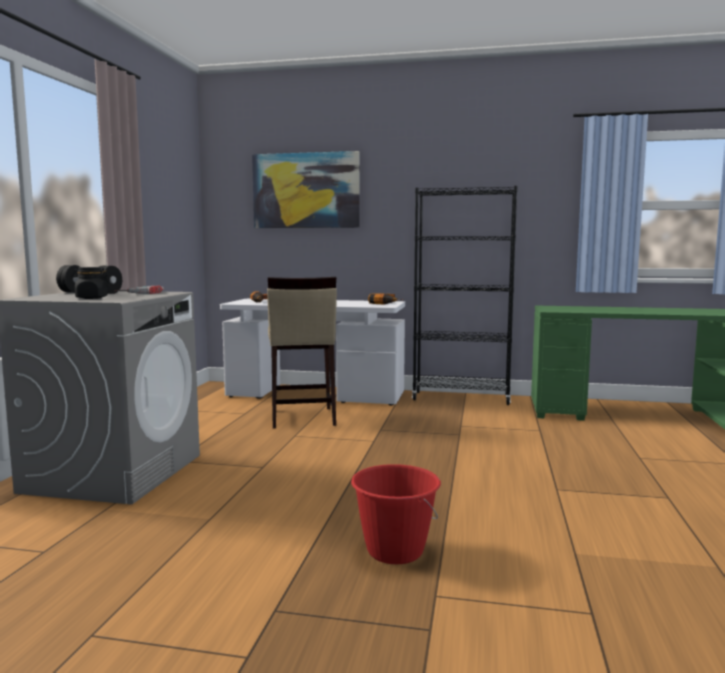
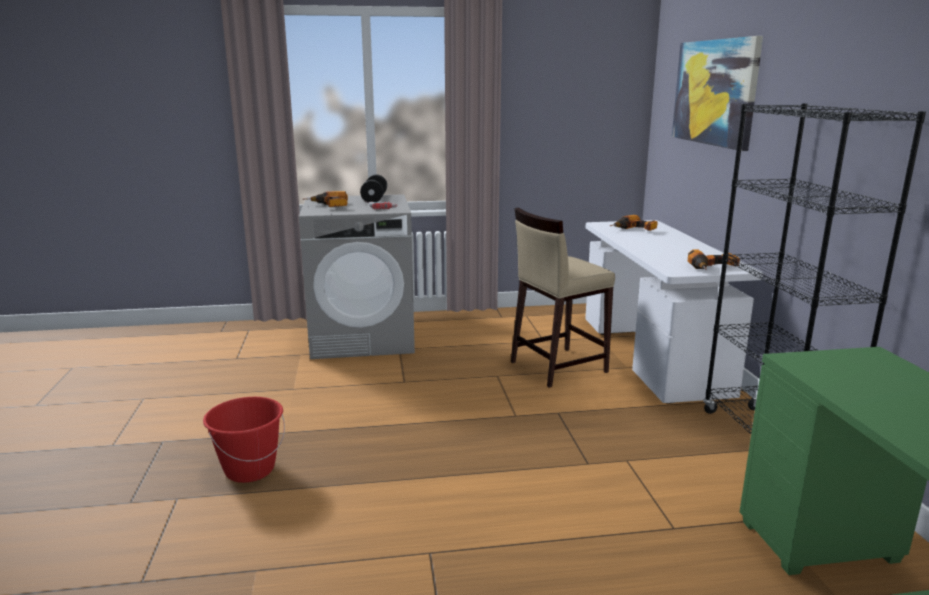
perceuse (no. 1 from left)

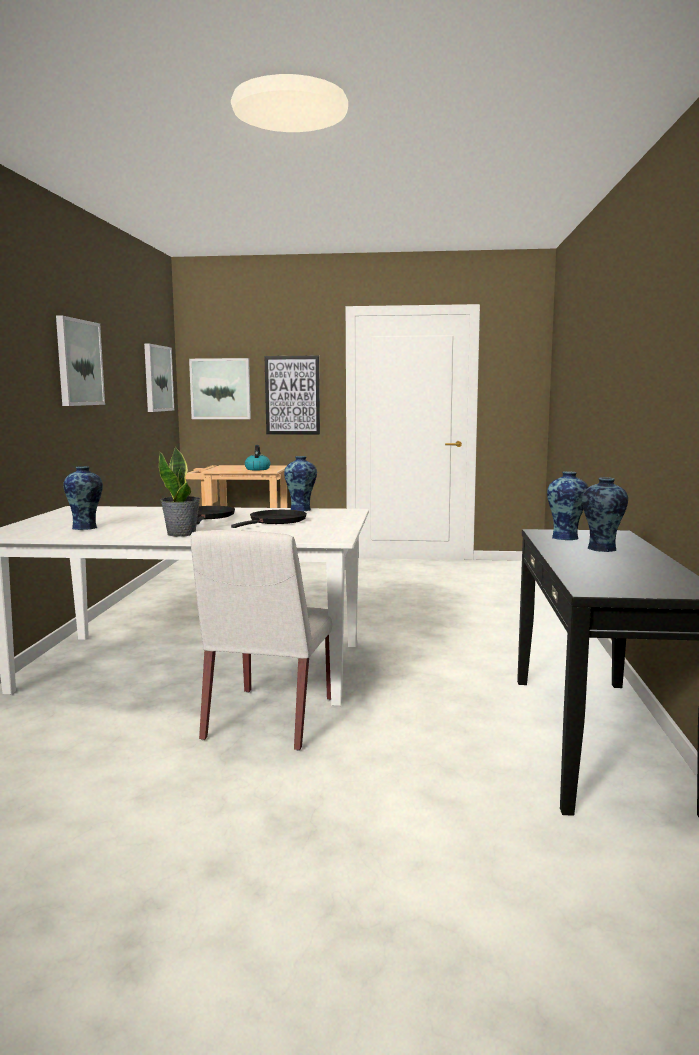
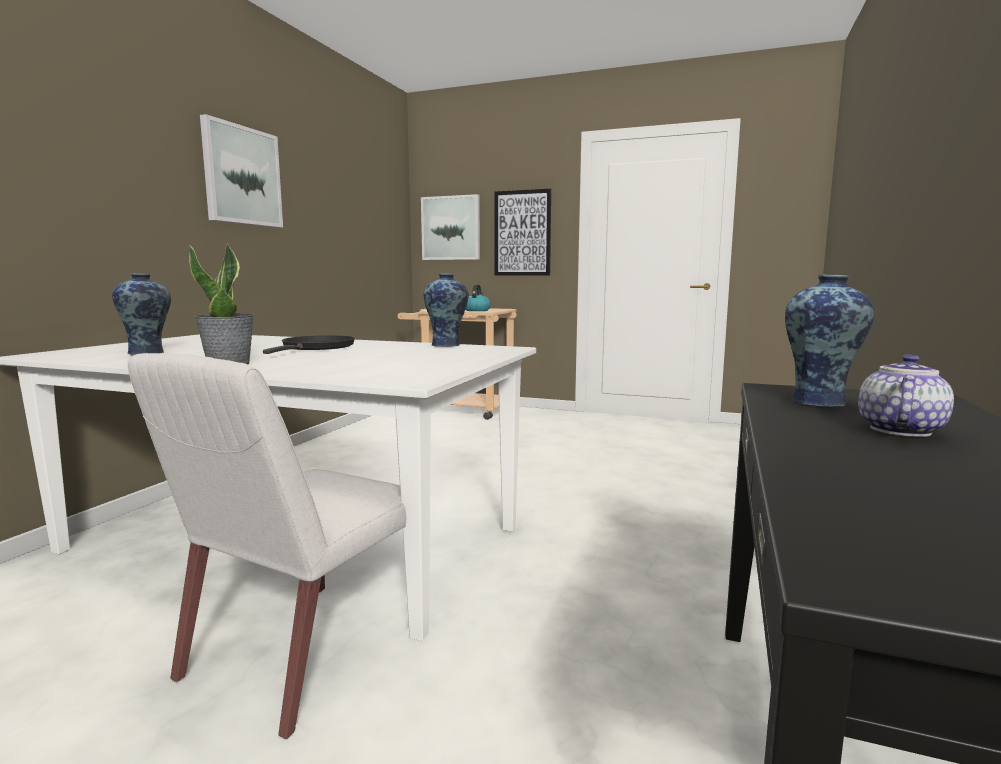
tableau (no. 2 from left in the first image); poêle [noir] (no. 2 from left in the first image); théière

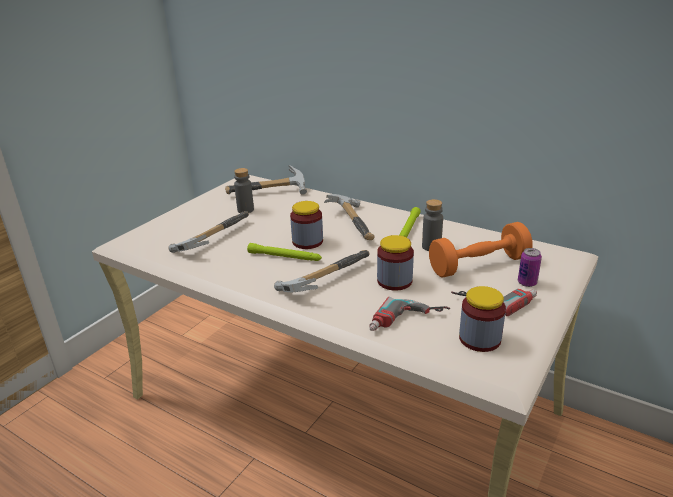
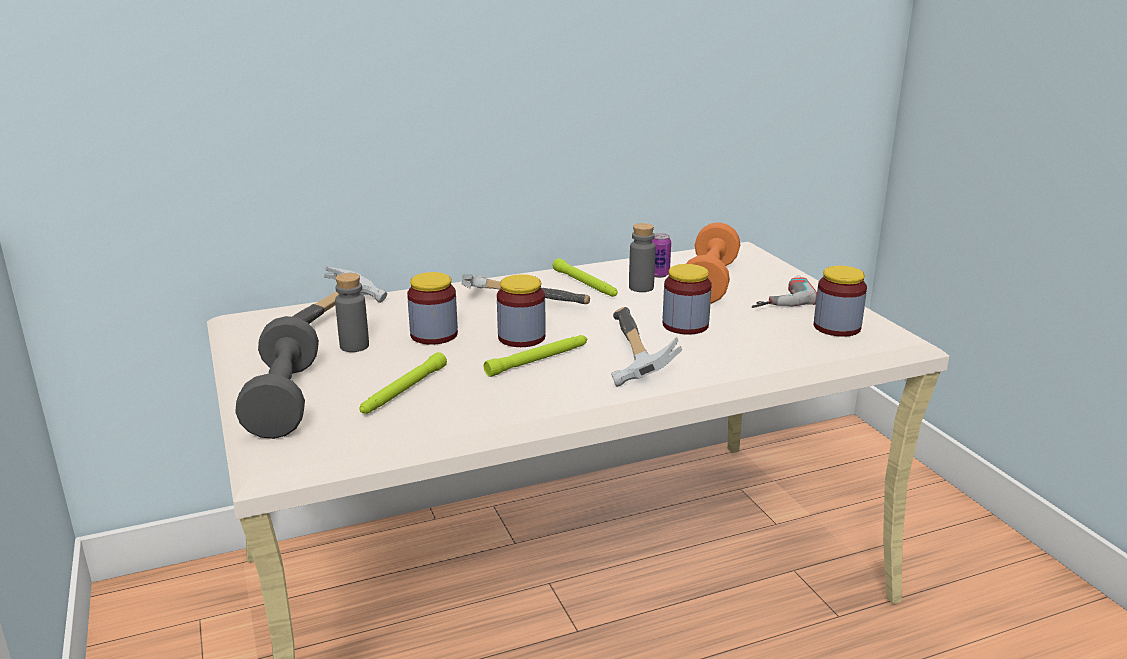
perceuse (no. 1 from left in the first image); haltère [gris]; bocal (no. 1 from left); boîte métallique; lampe de poche [vert] (no. 1 from left)

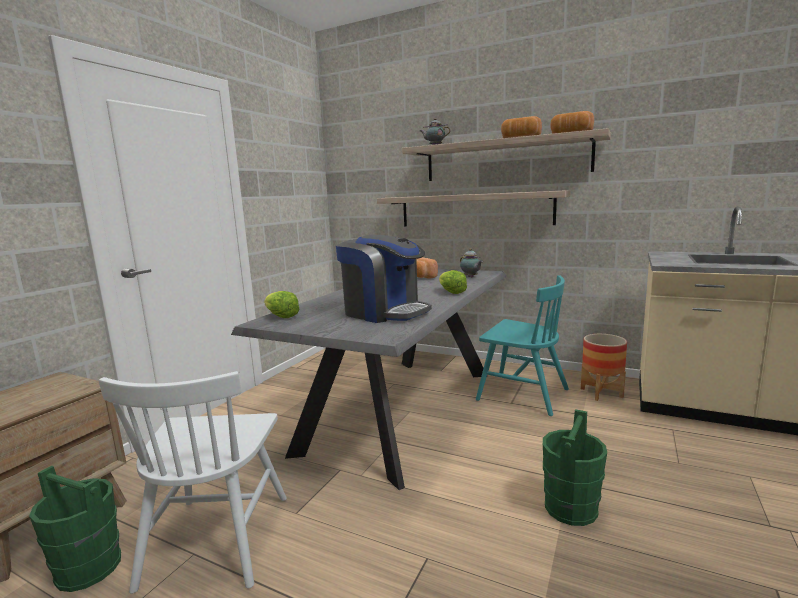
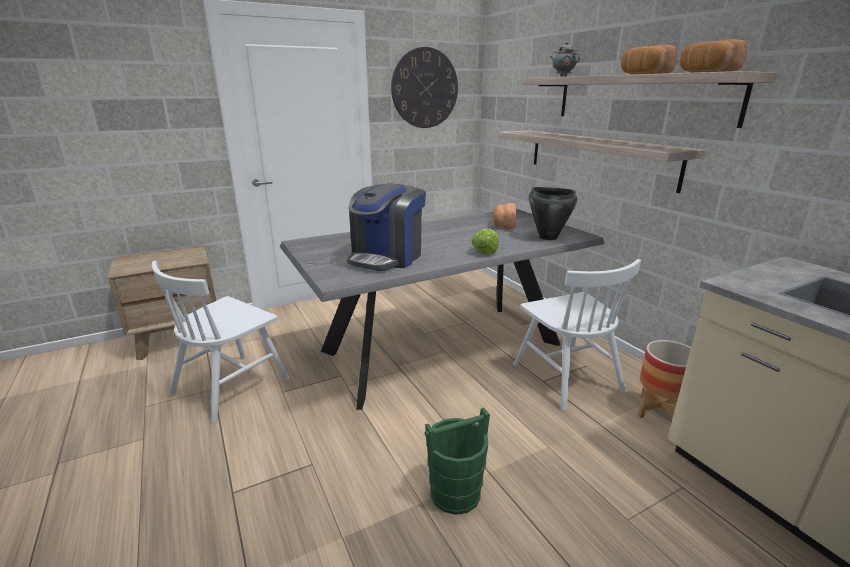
seau [vert] (no. 1 from left in the first image); laitue (no. 1 from left in the first image); horloge murale; marmite [noir]; chaise [blanc] (no. 2 from left); machine à café

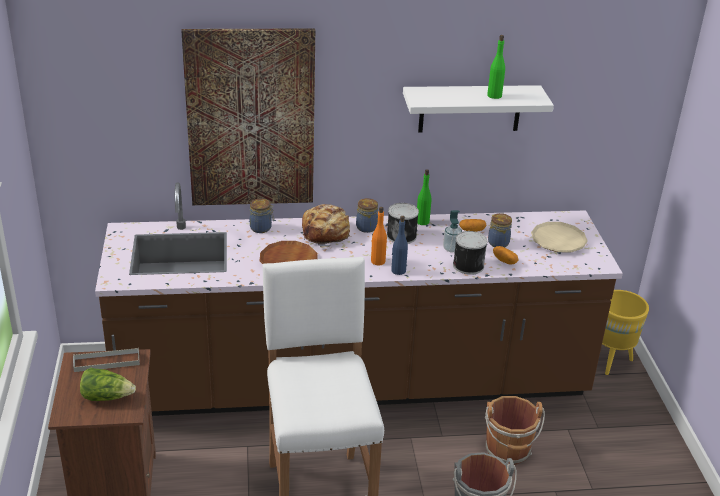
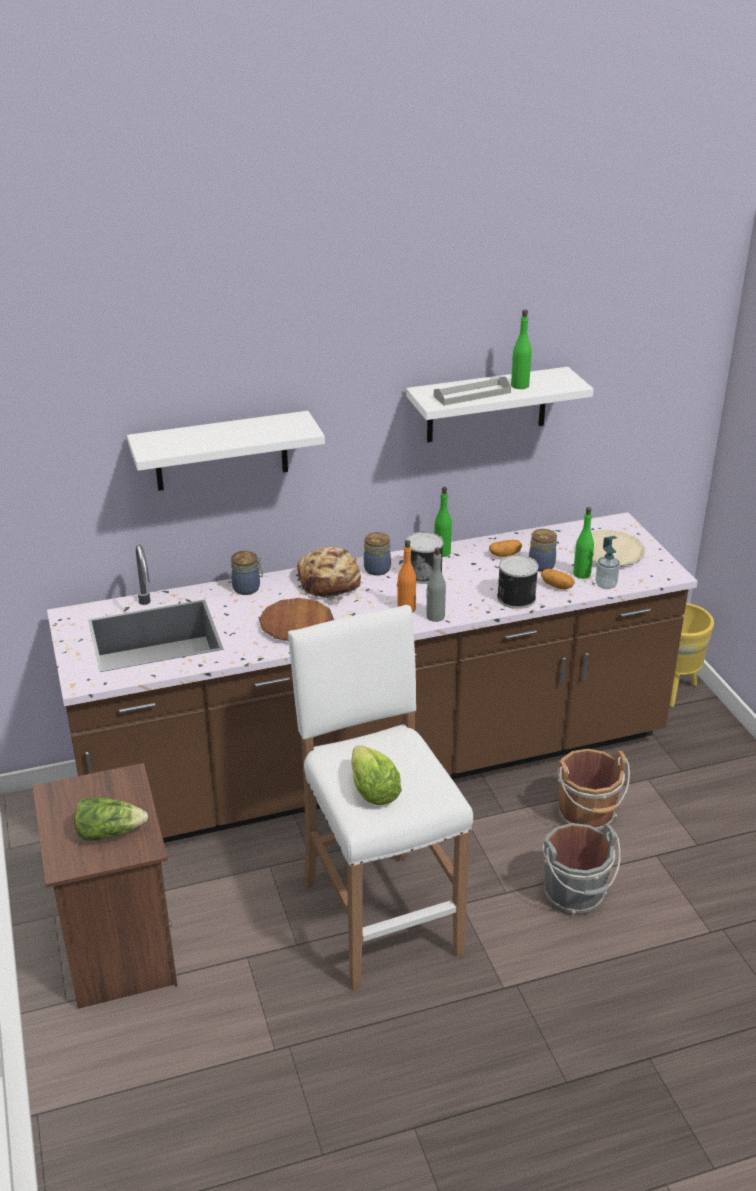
laitue (no. 2 from left); bouteille [vert] (no. 3 from left); plateau [gris]; distributeur de savon; étagère [blanc] (no. 1 from left); bouteille [gris]

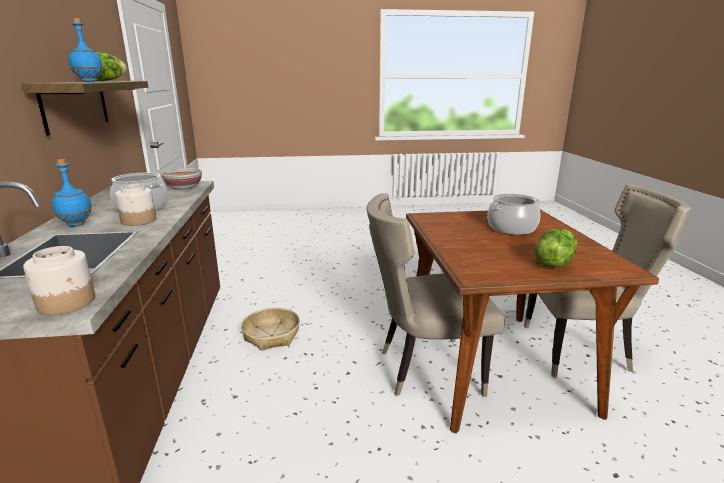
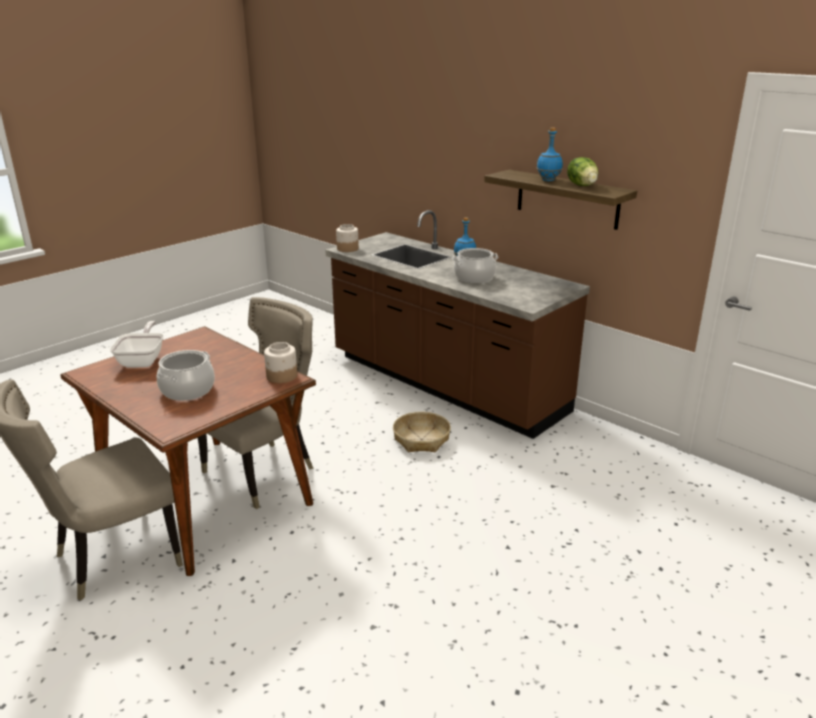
bol; bocal (no. 1 from left); poêle

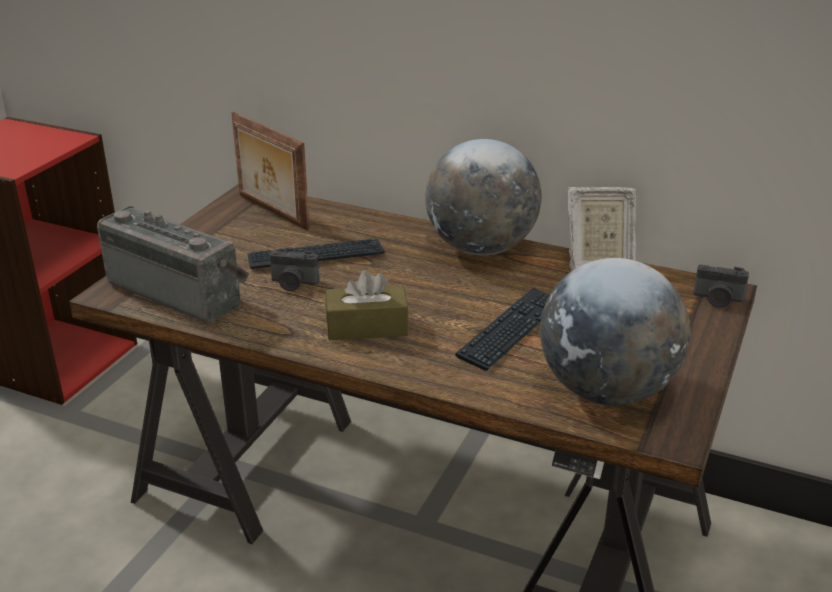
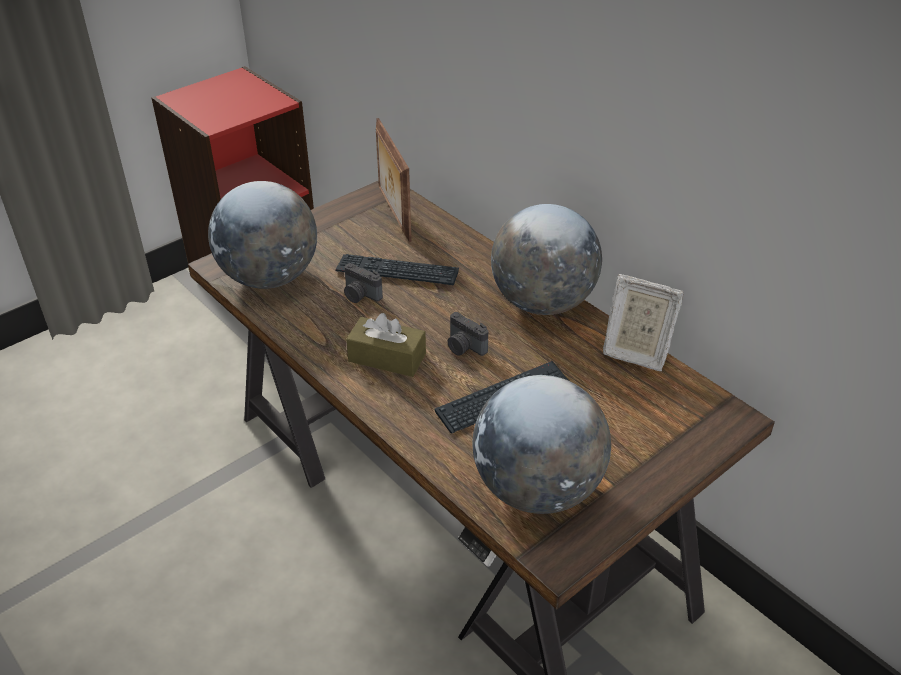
appareil photo (no. 2 from left); globe (no. 1 from left)

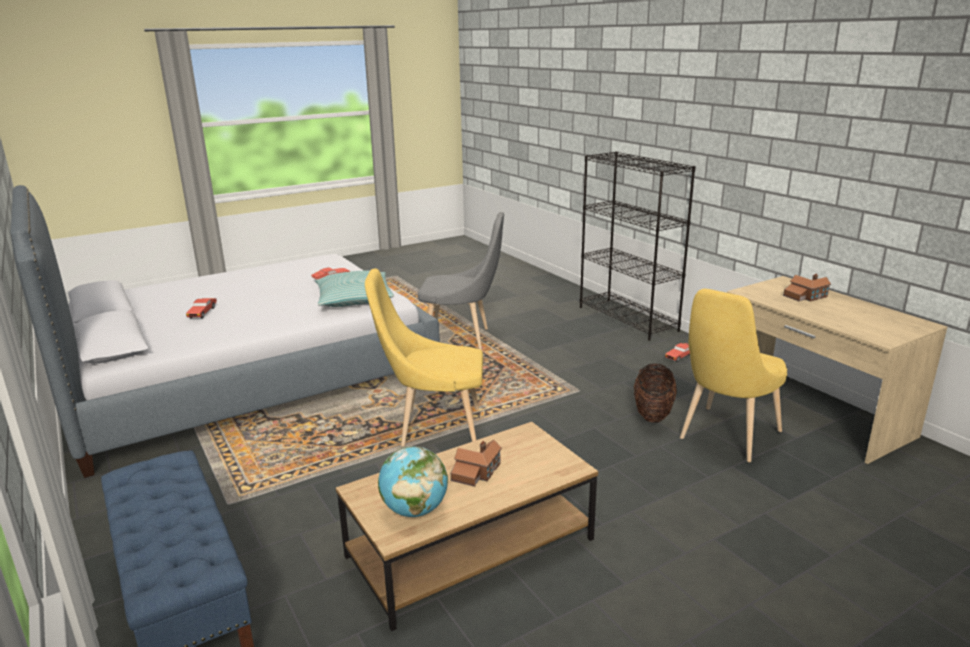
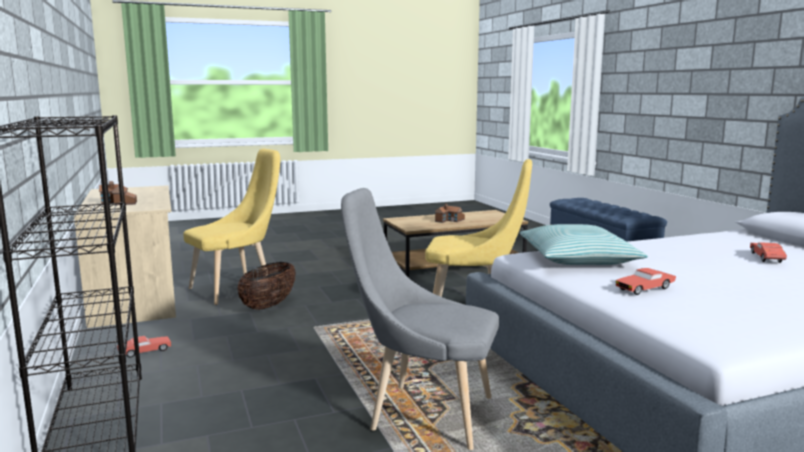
globe

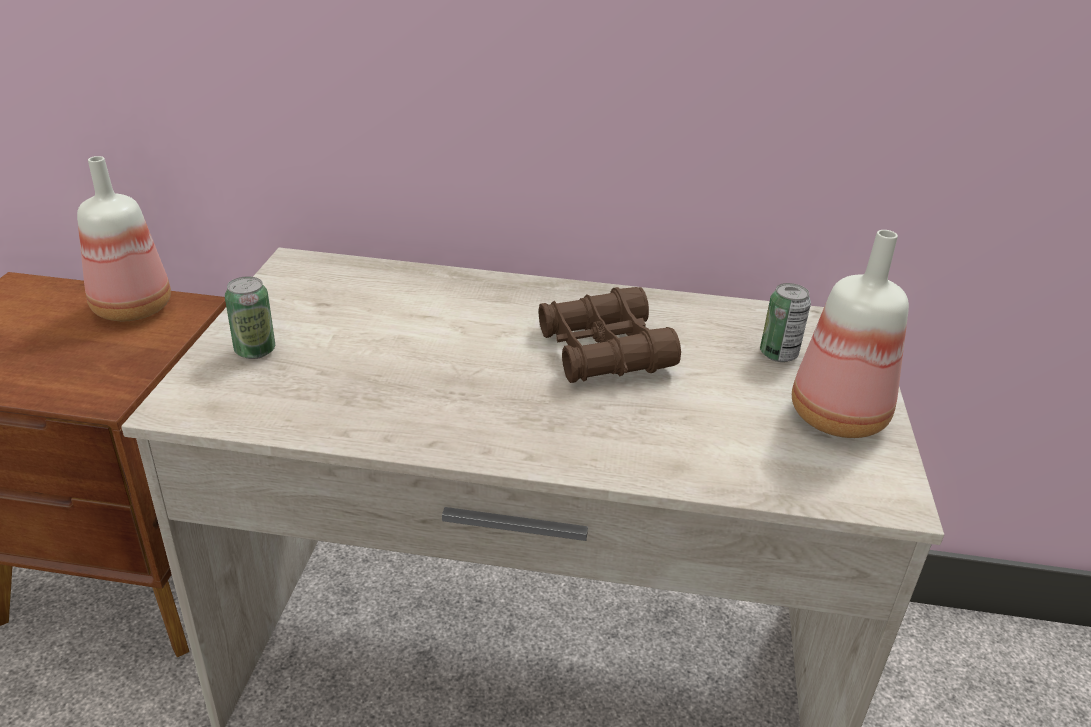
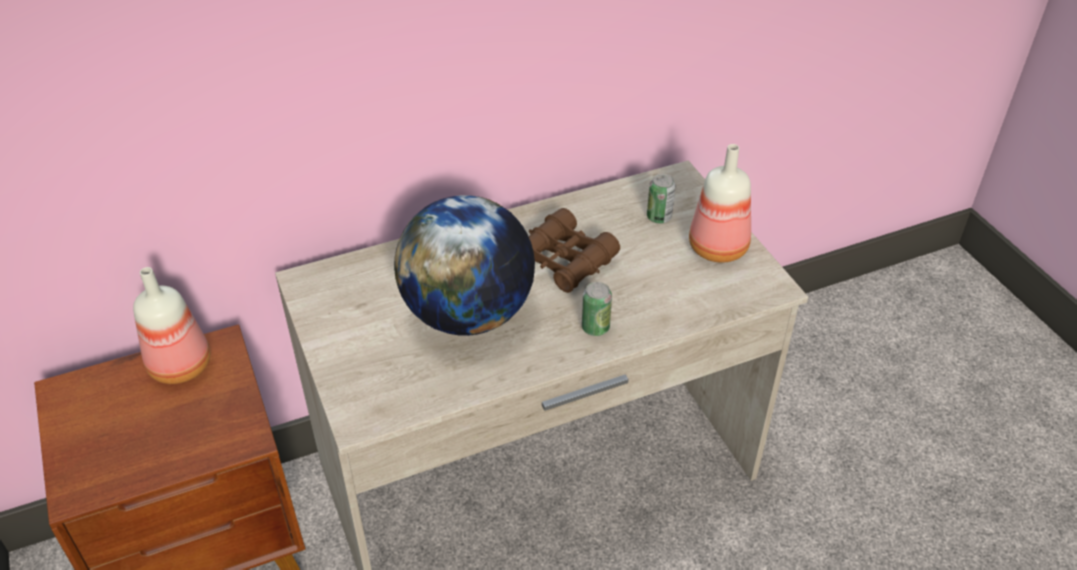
globe; boîte métallique (no. 1 from left)

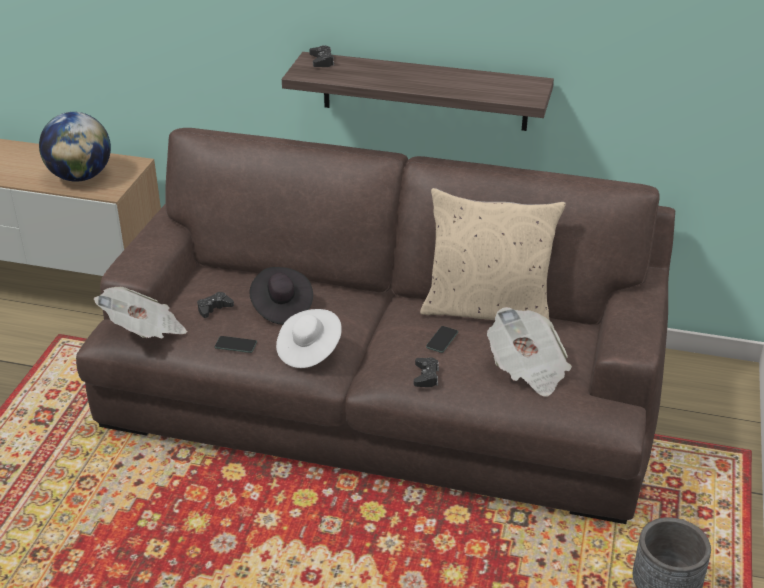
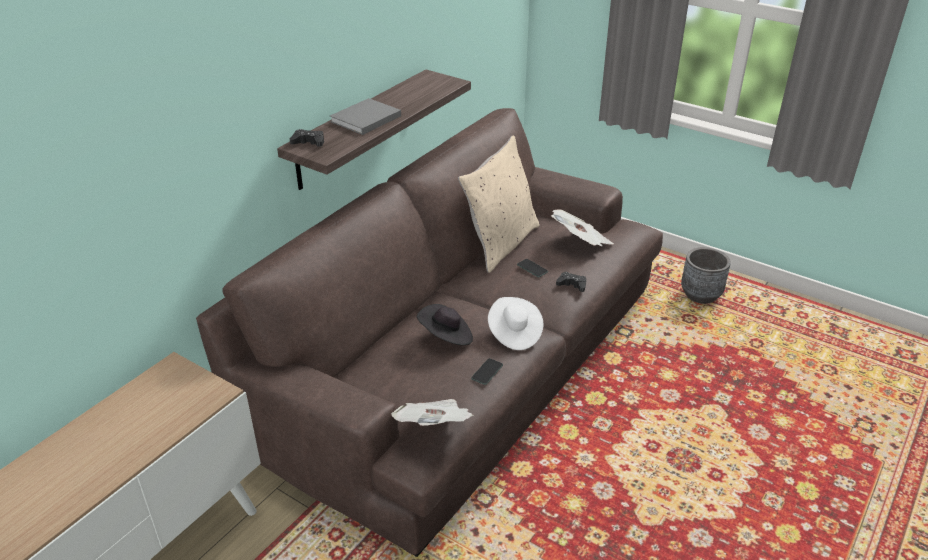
globe; manette [noir] (no. 1 from left in the first image); livre [gris]

